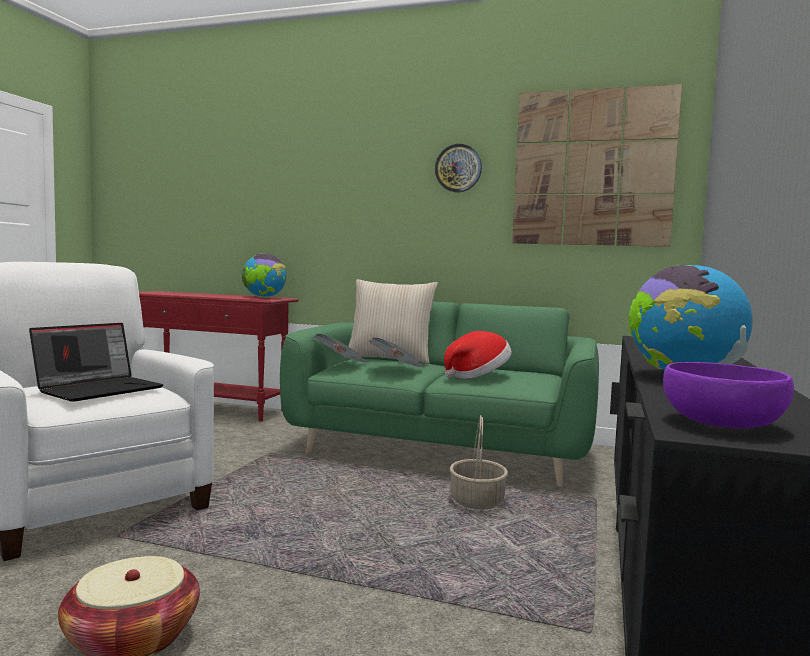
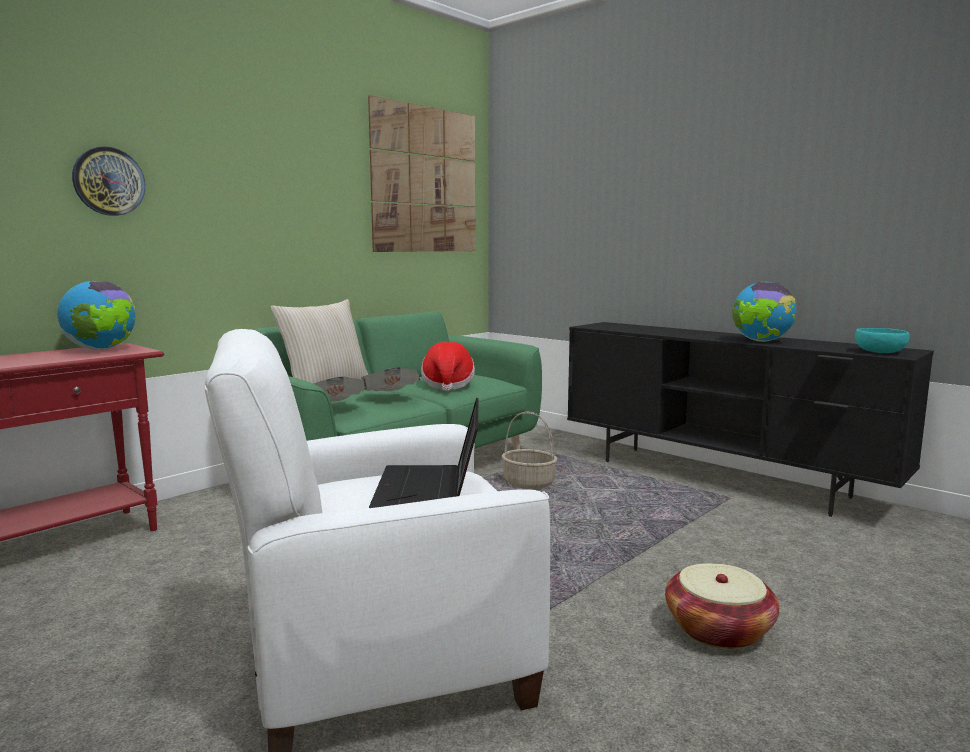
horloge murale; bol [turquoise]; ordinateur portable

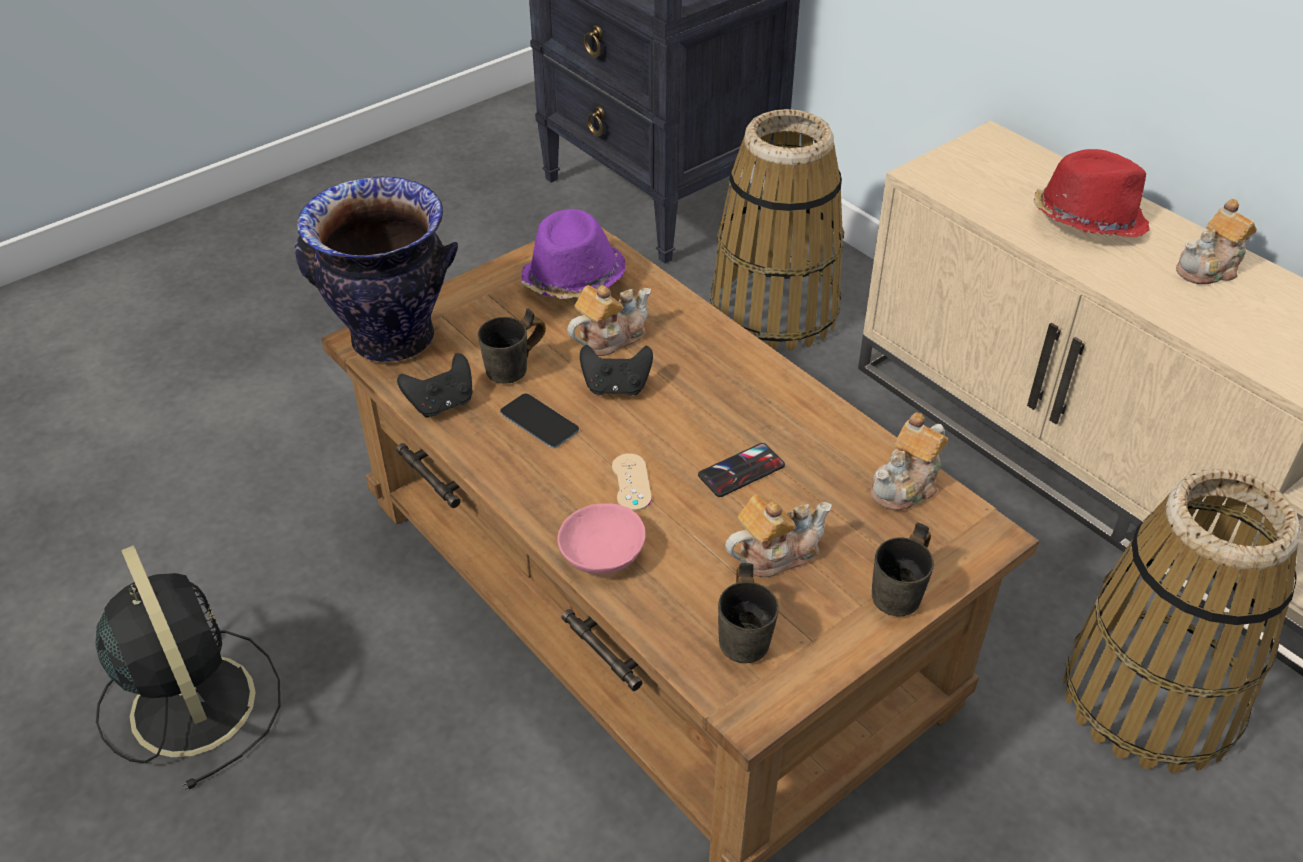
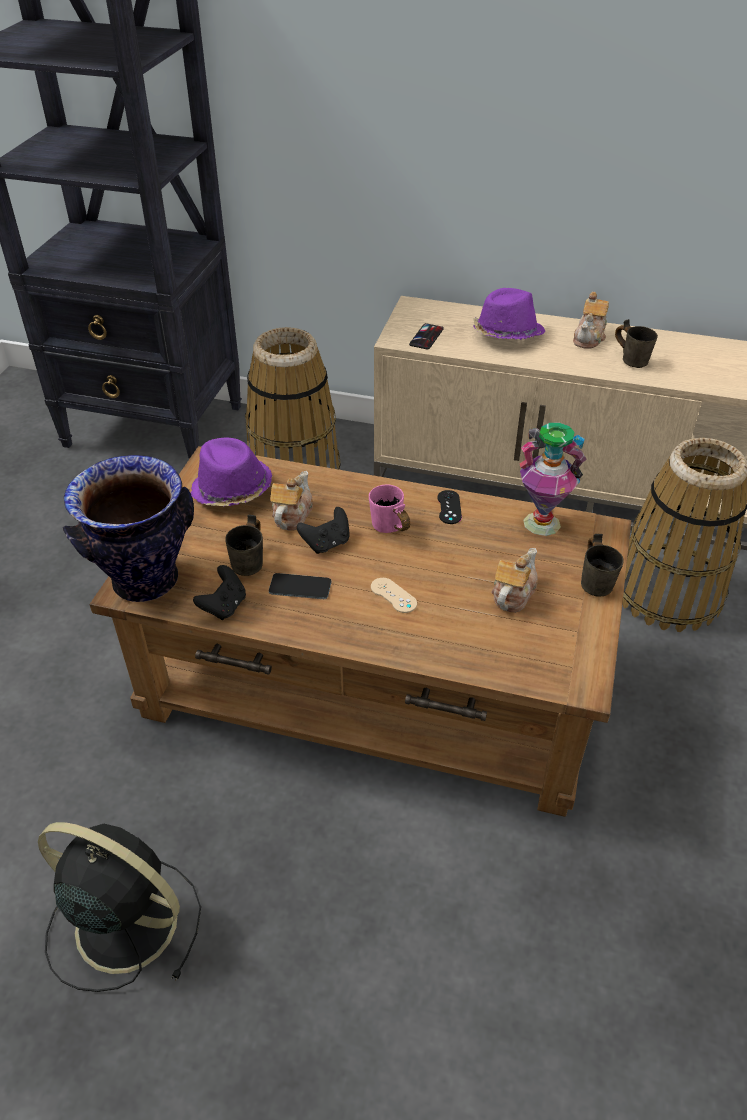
bol [rose]; mug [rose]; manette [noir] (no. 3 from left); téléphone (no. 2 from left); mug [gris] (no. 3 from left); vase (no. 2 from left); chapeau [violet] (no. 2 from left)

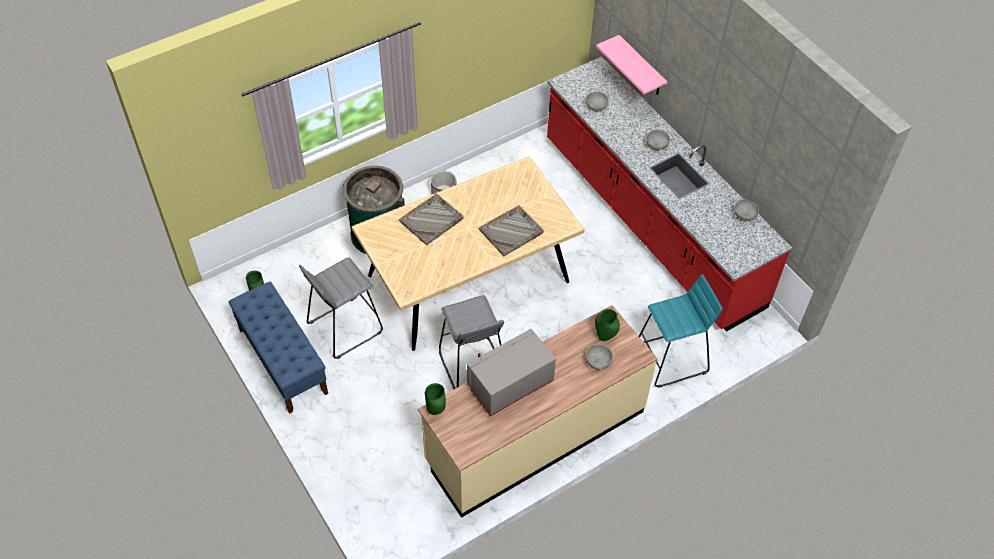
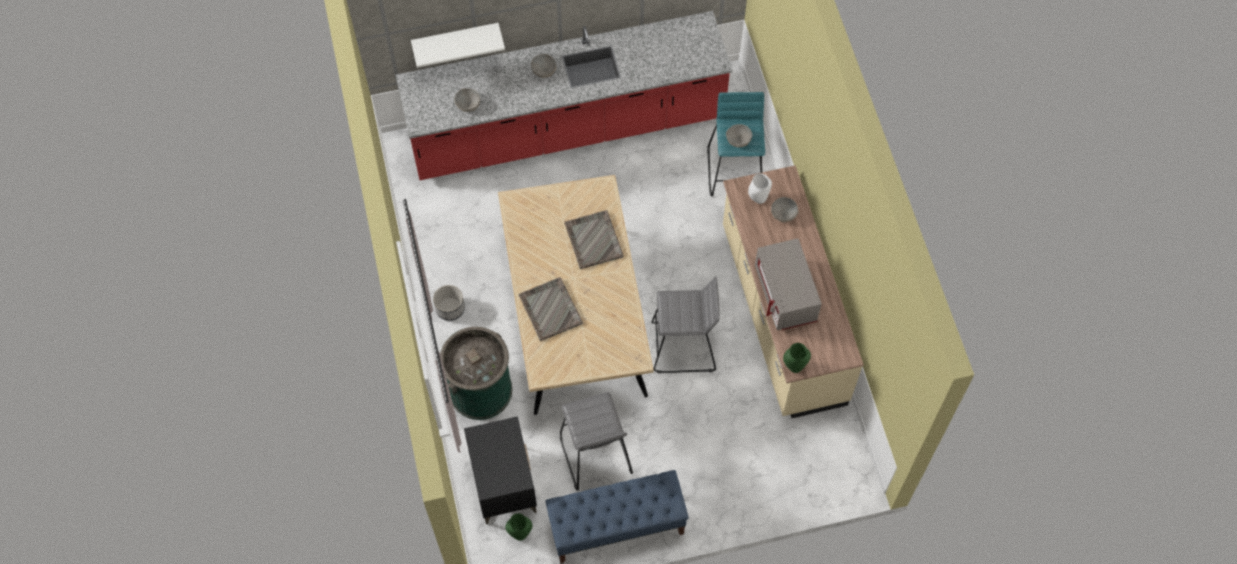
table de chevet [noir]; bol [gris] (no. 3 from left); vase [blanc]; étagère [blanc]

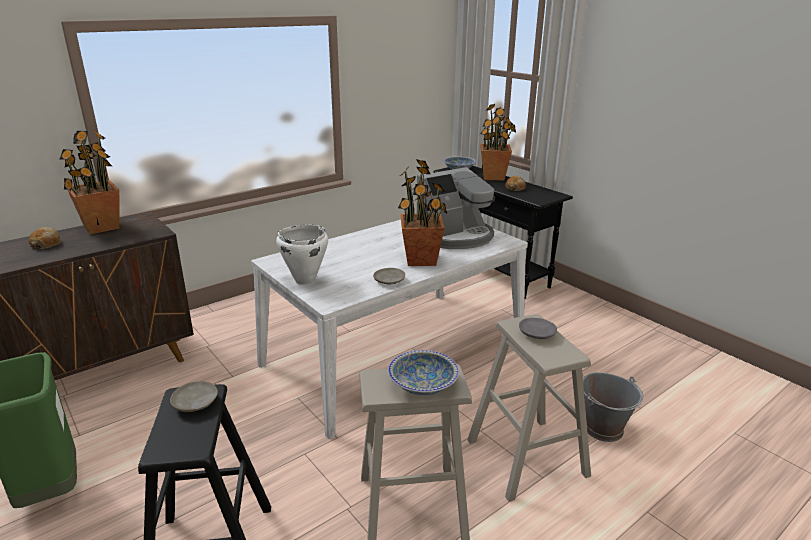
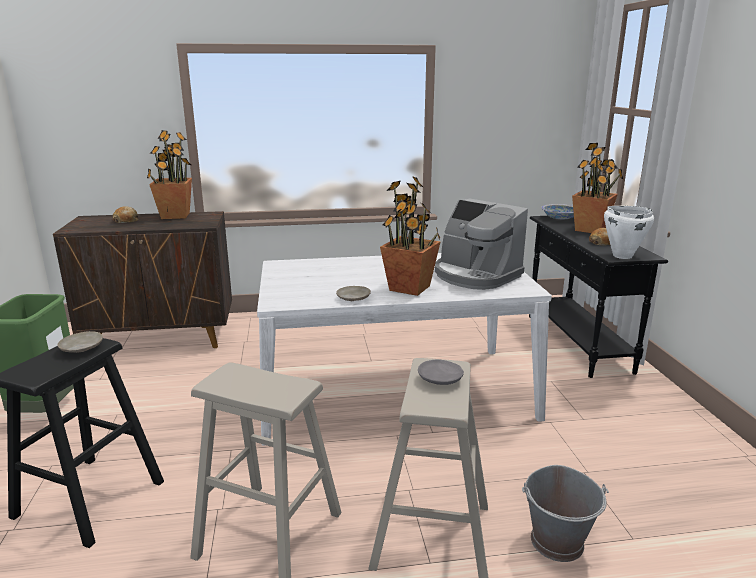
bol (no. 1 from left in the first image); marmite [blanc]; machine à café

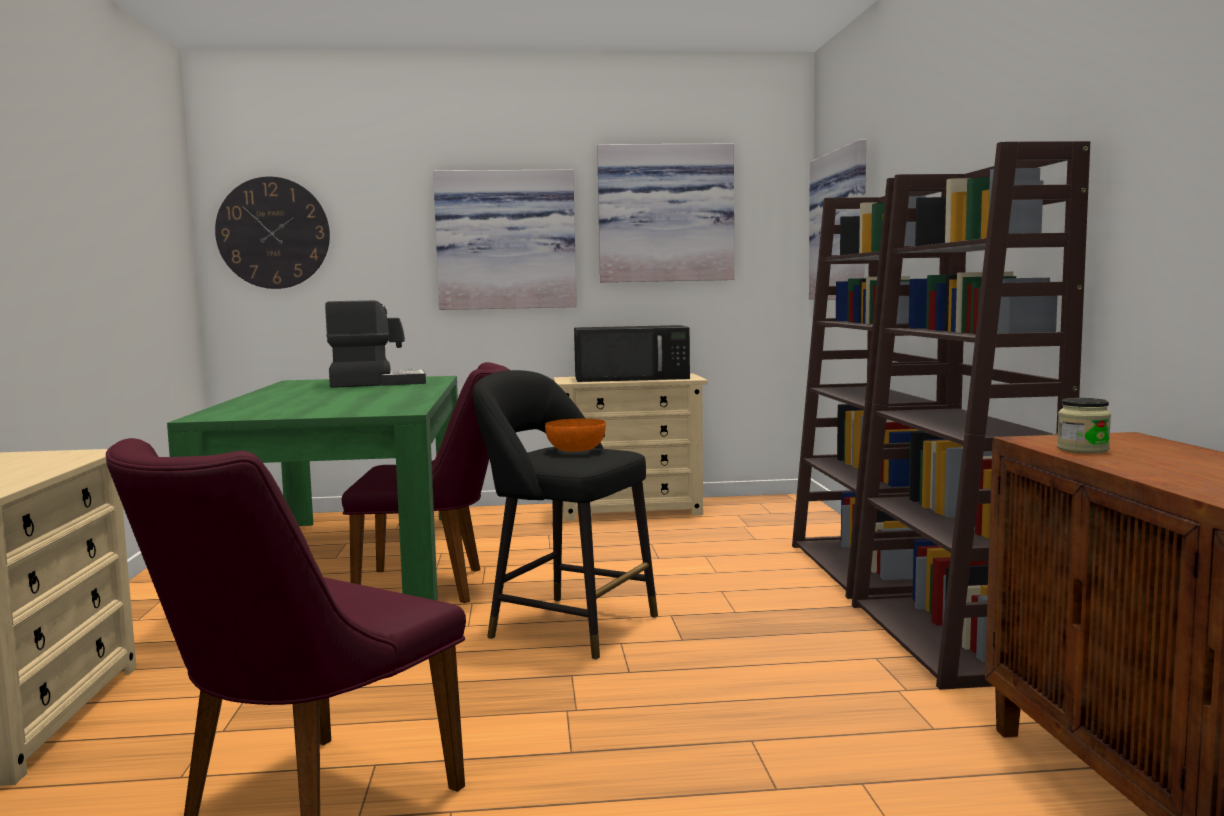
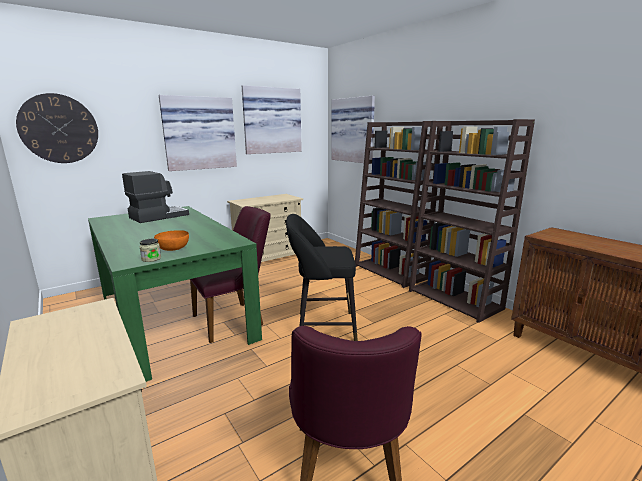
micro-ondes [noir]; bol [orange]; bocal

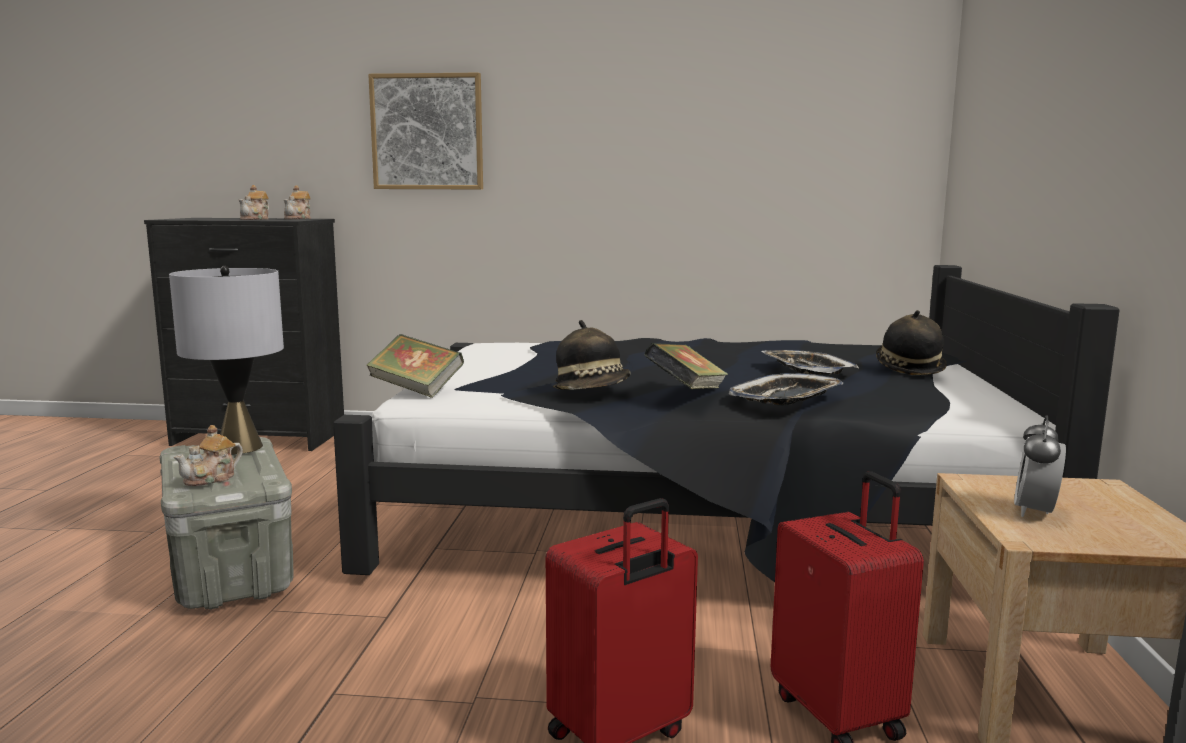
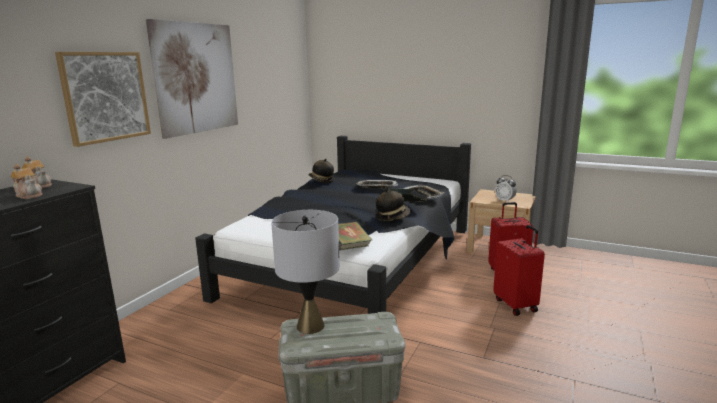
théière (no. 1 from left in the first image); tableau (no. 2 from left); chapeau (no. 1 from left)

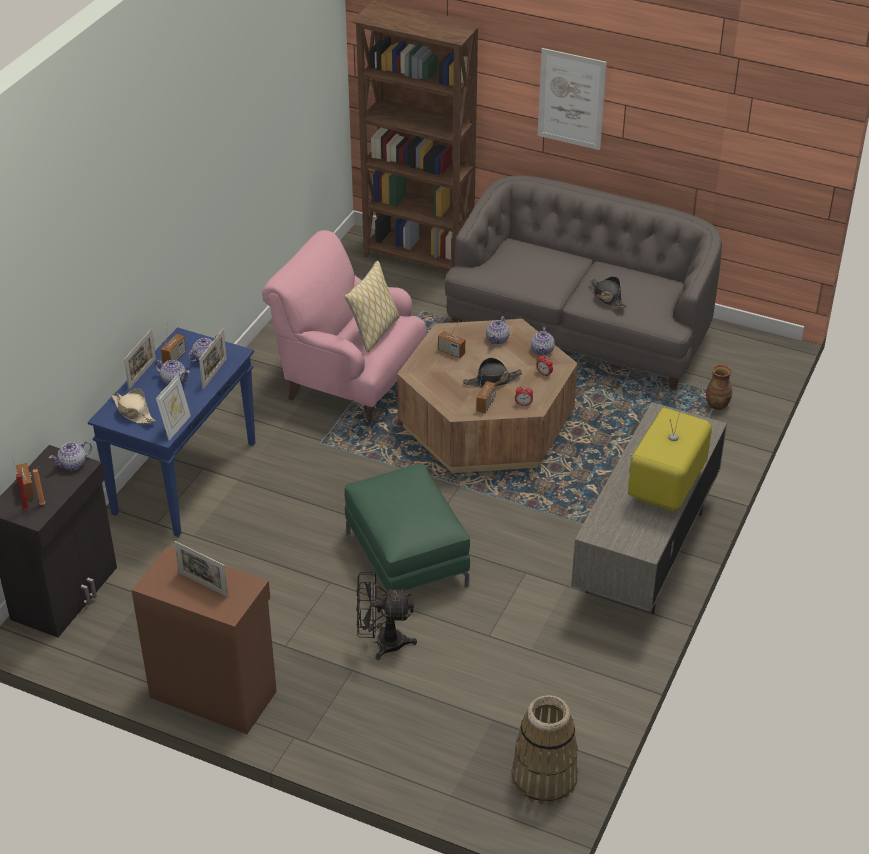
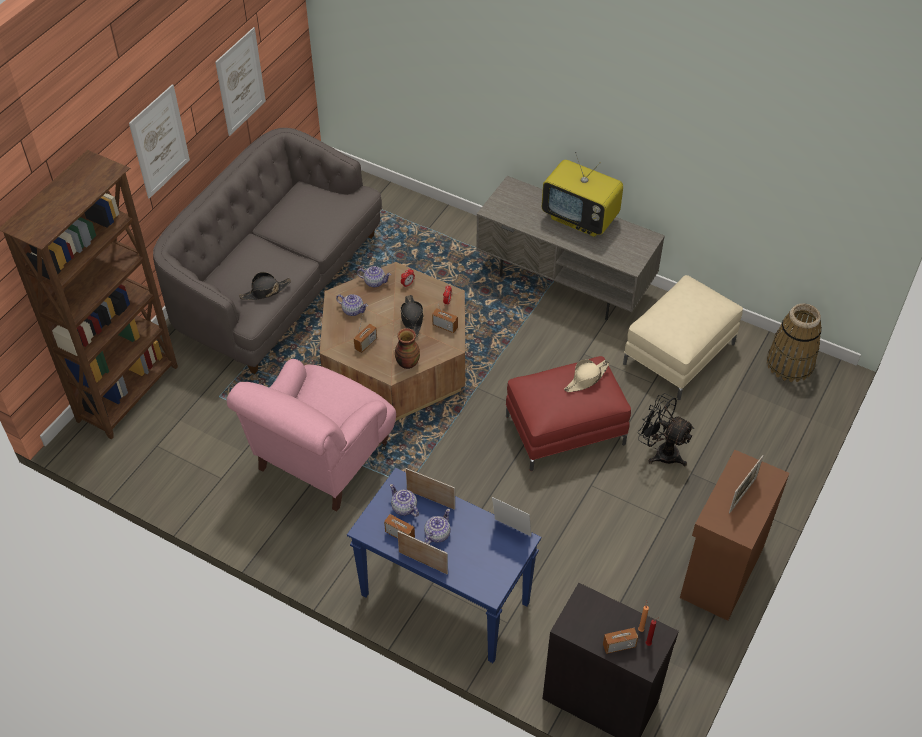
théière (no. 1 from left in the first image); coussin; tableau (no. 2 from left); pouf [beige]; chapeau [beige]; chapeau [noir] (no. 1 from left); vase; pouf [rouge]; ventilateur [noir]

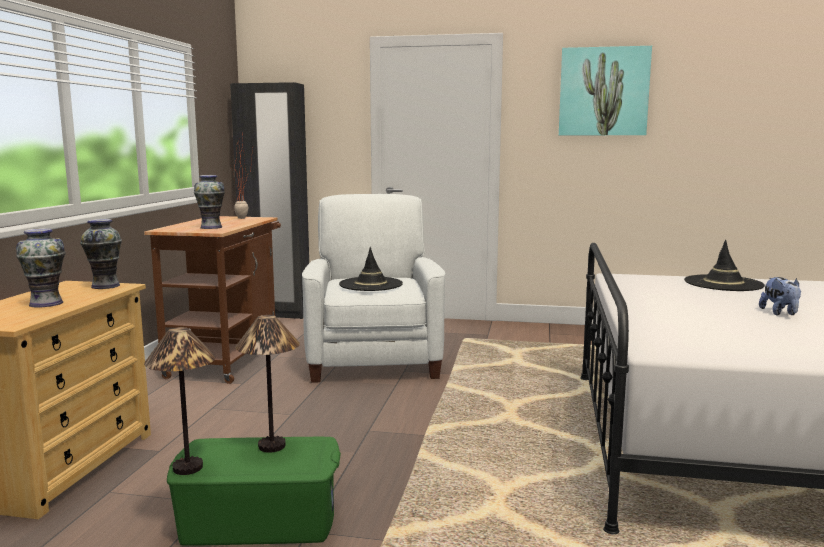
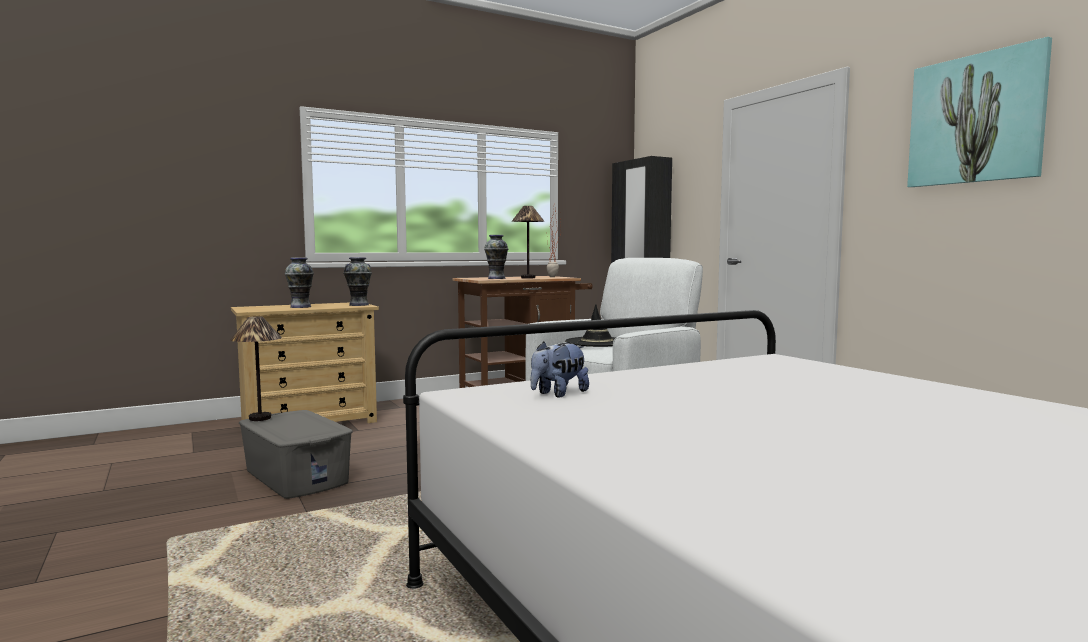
chapeau [noir] (no. 2 from left in the first image); lampe de table (no. 2 from left); peluche; boîte de rangement [gris]

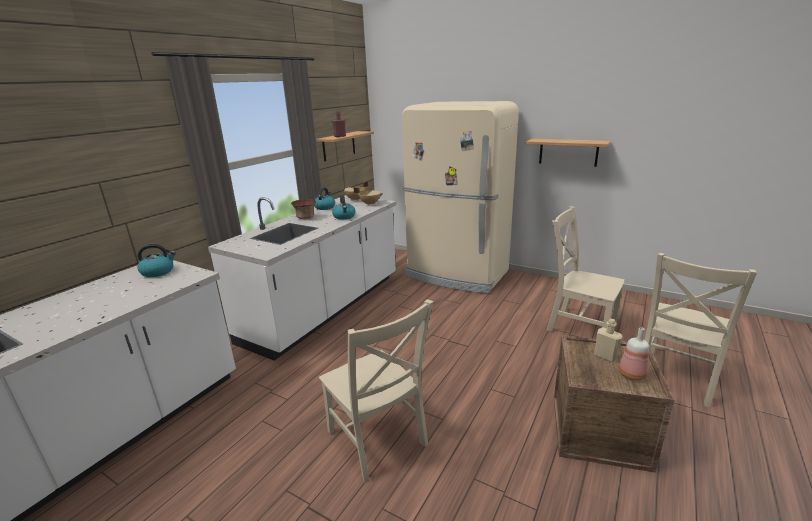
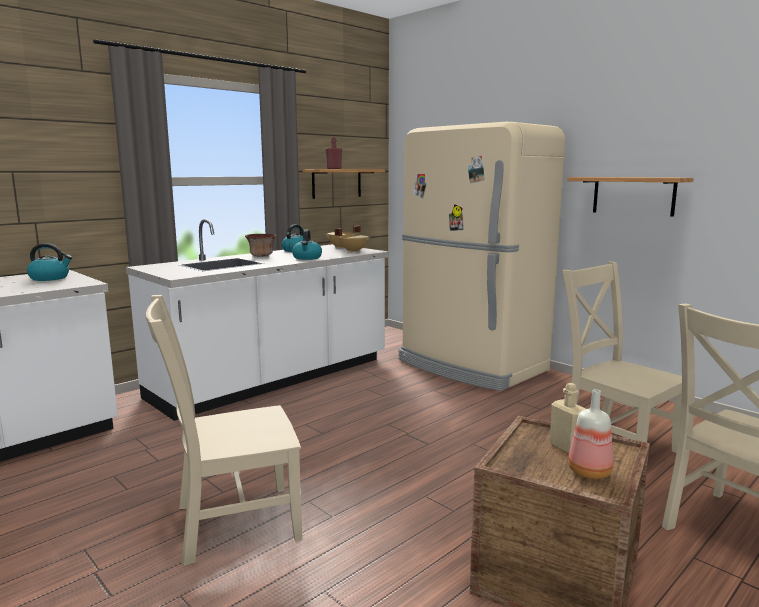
chaise [beige] (no. 1 from left)

